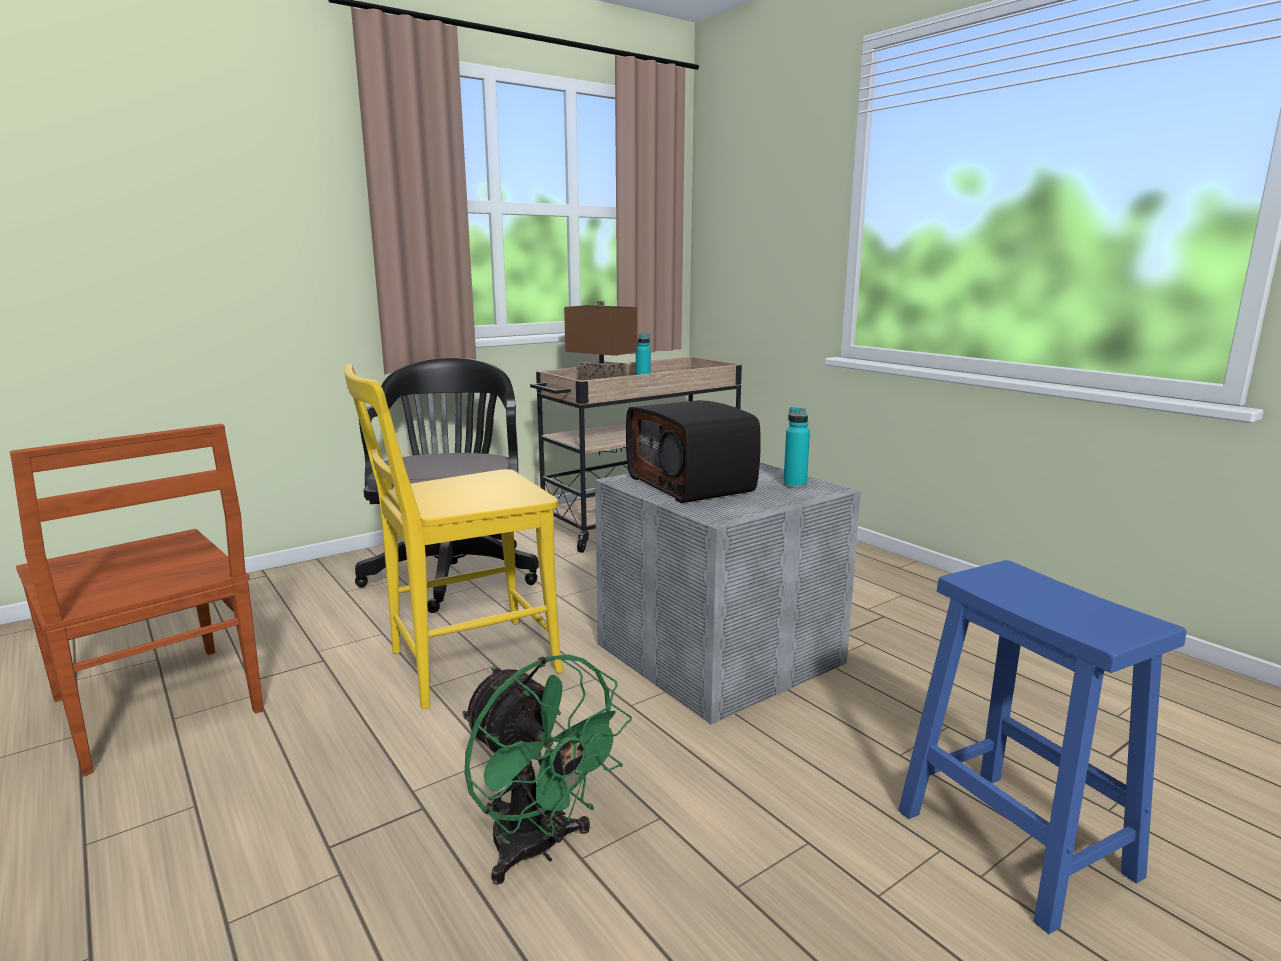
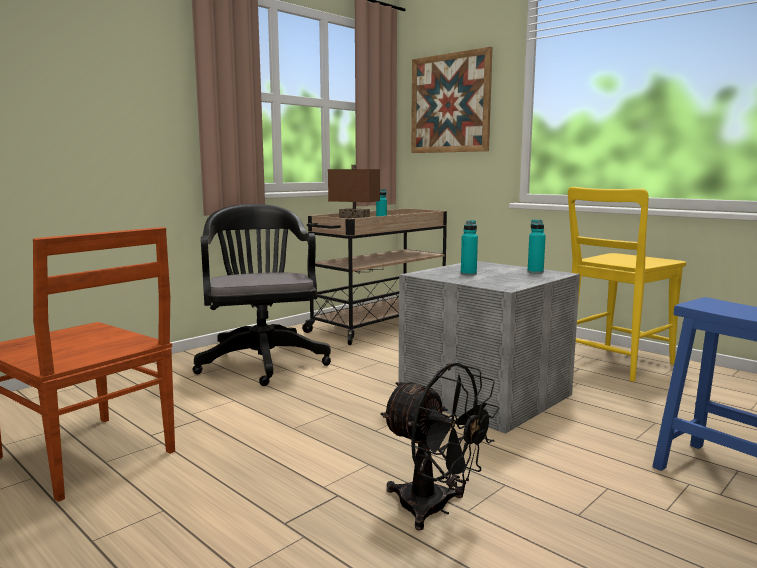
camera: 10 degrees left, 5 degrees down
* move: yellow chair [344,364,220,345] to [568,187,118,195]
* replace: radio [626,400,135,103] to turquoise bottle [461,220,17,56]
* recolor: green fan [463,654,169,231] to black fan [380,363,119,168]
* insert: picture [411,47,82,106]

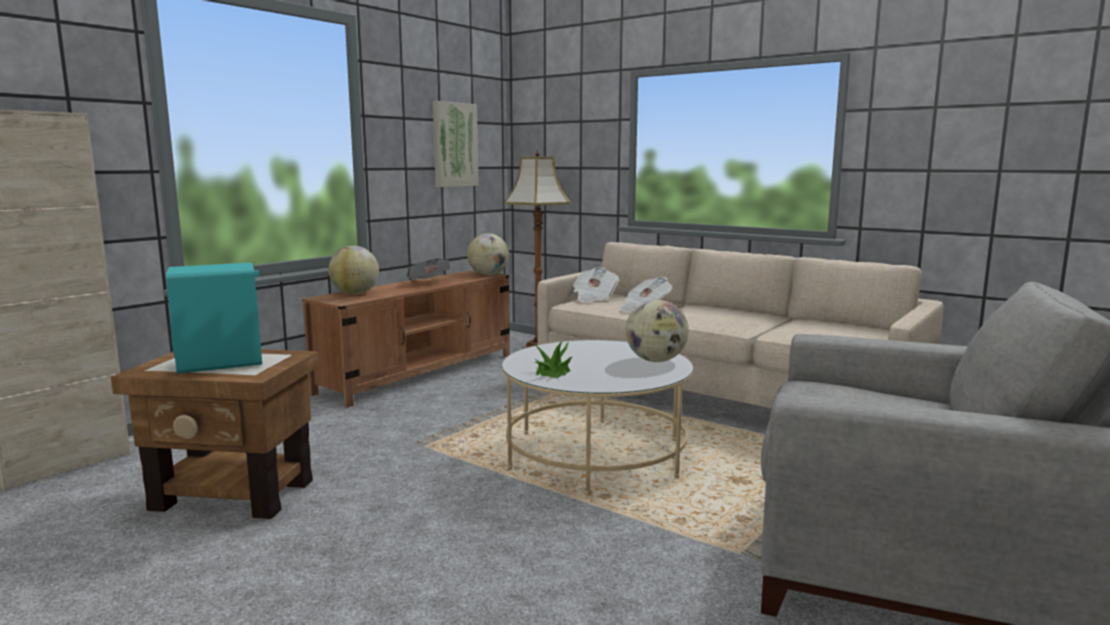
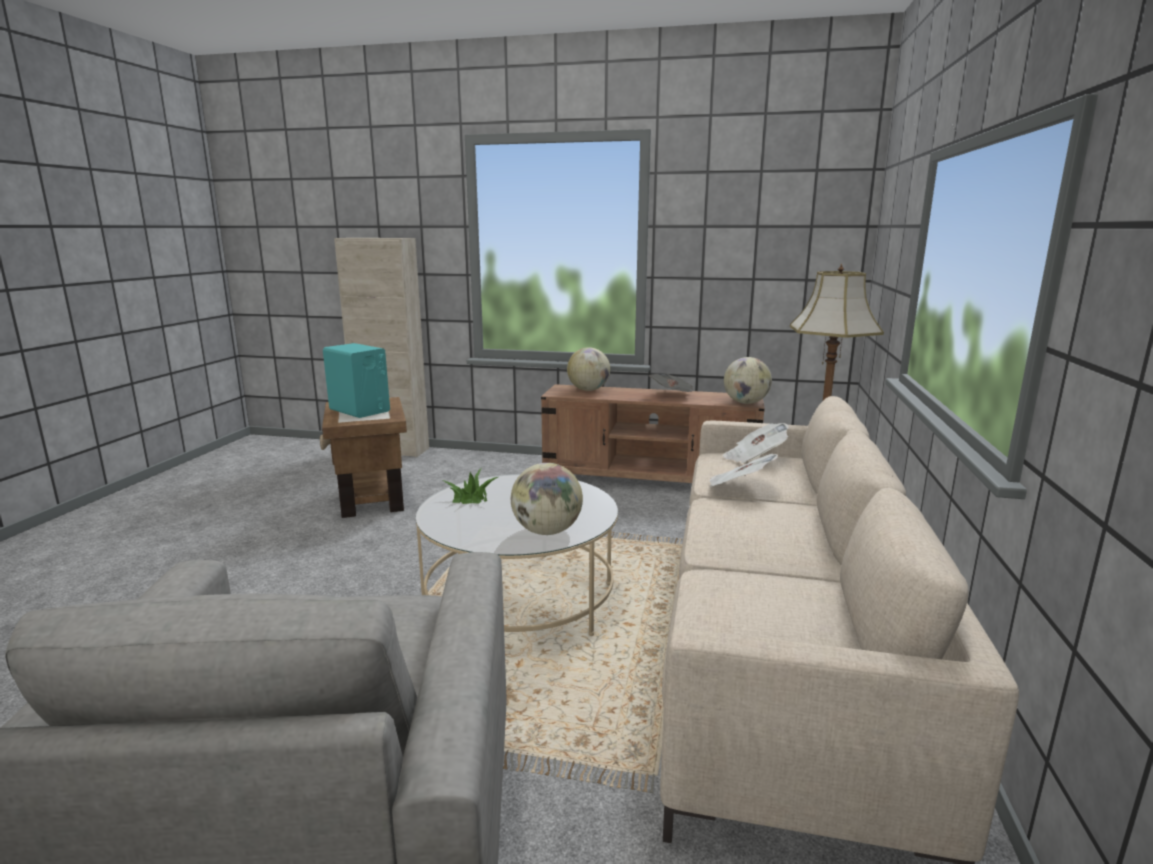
camera: 65 degrees right, 5 degrees up
* delete: picture [433,101,46,86]

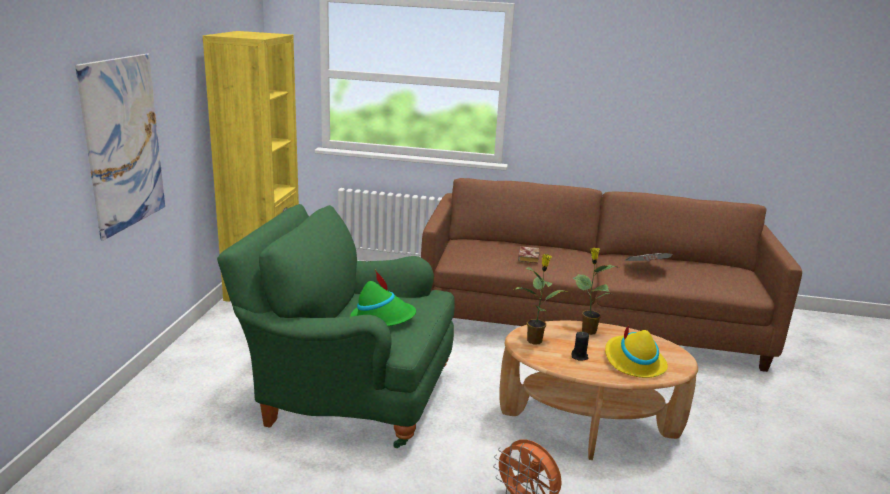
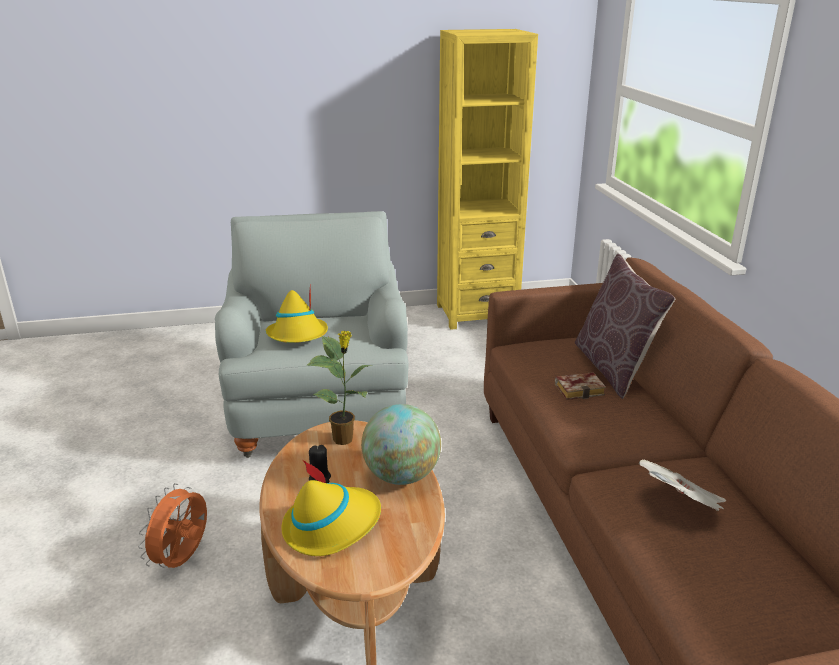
camera: 70 degrees right, 5 degrees up
* delete: picture [75,54,90,187]
* recolor: green armchair [217,204,238,244] to grey armchair [215,211,193,247]
* replace: potted plant [572,247,47,88] to globe [361,404,80,81]
* recolor: green hat [350,270,66,56] to yellow hat [266,287,62,56]
* insert: brown pillow [575,254,100,145]

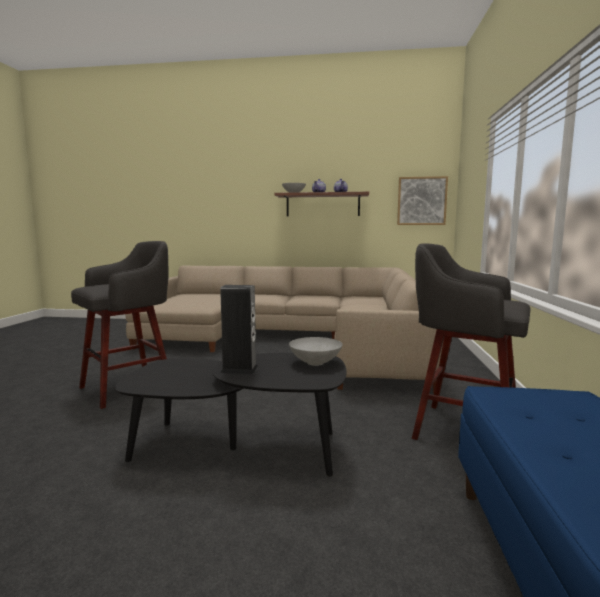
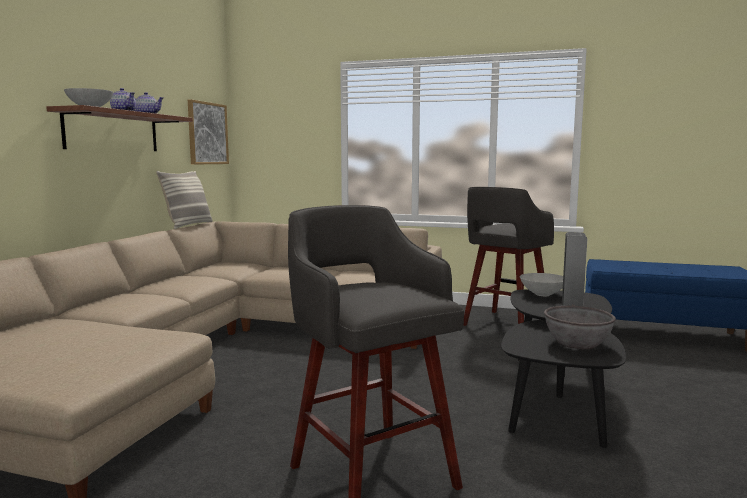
camera: 80 degrees left, 0 degrees up
* insert: pillow [156,171,57,58]
* insert: grey bowl [544,306,72,43]

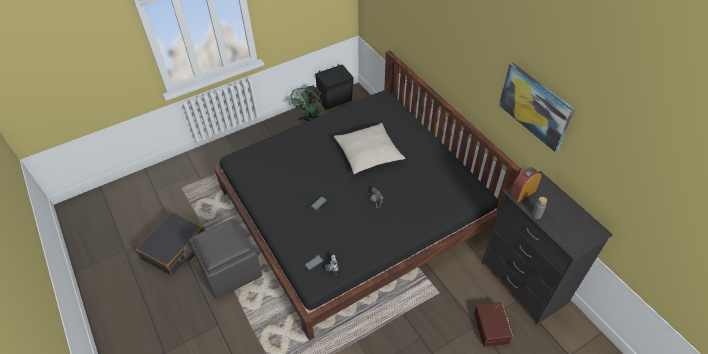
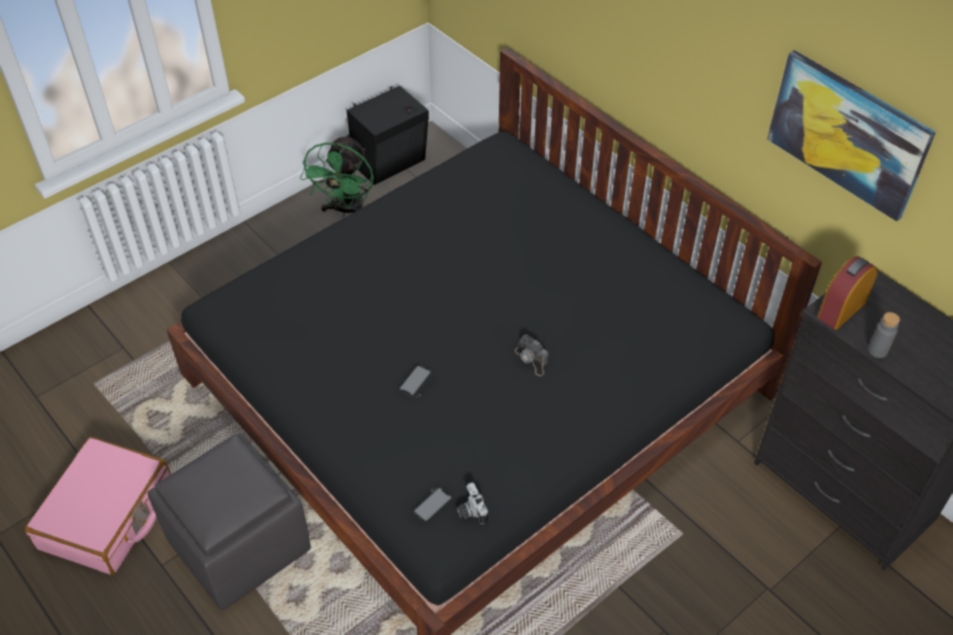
camera: 10 degrees left, 0 degrees up
* delete: beige pillow [334,123,71,51]
* recolor: black suitcase [136,211,69,65] to pink suitcase [24,437,147,138]
* delete: brown storage box [474,302,39,45]

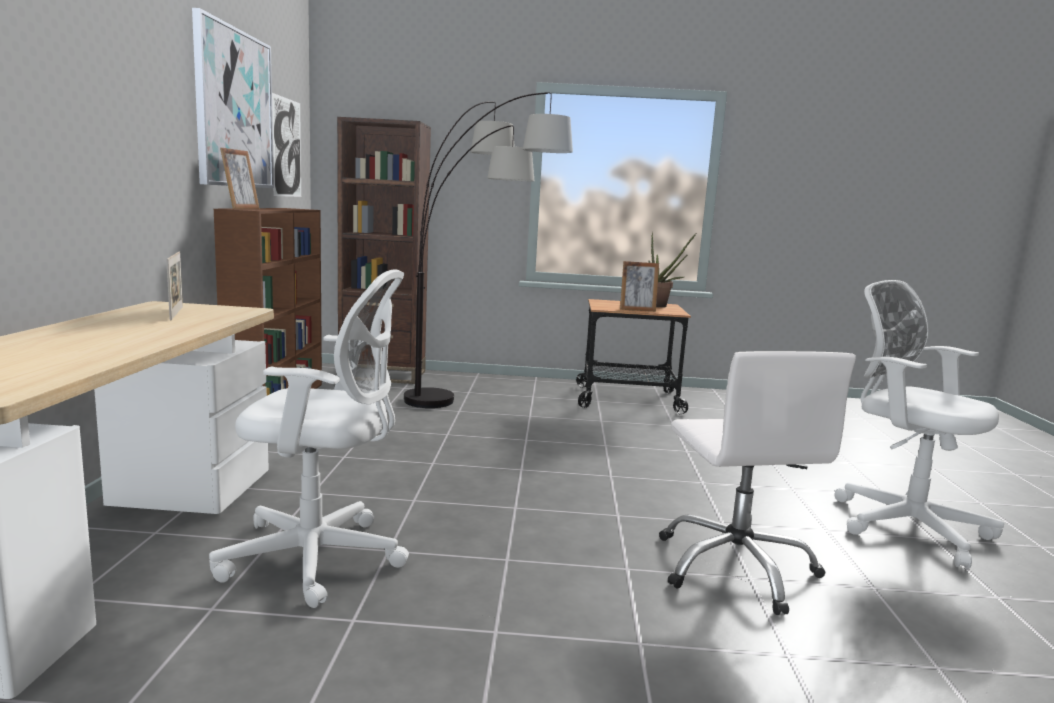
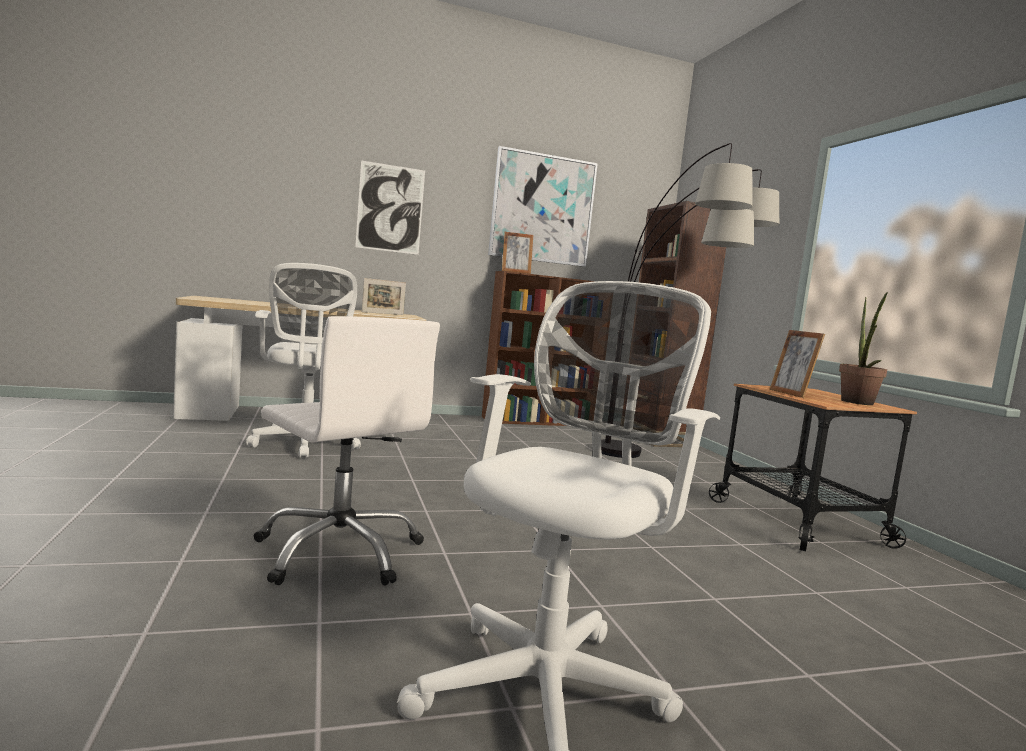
camera: 70 degrees right, 5 degrees down
* move: picture [272,93,29,104] to [355,160,70,95]
* rotate: white office chair [659,351,197,264] = [254,316,186,270] 105 degrees counterclockwise

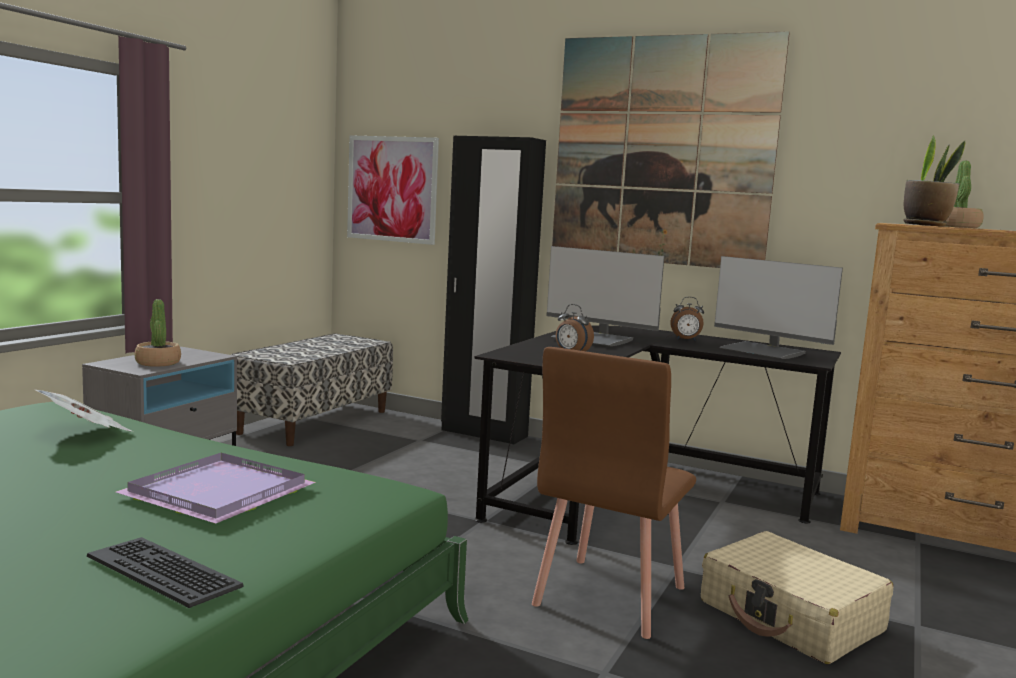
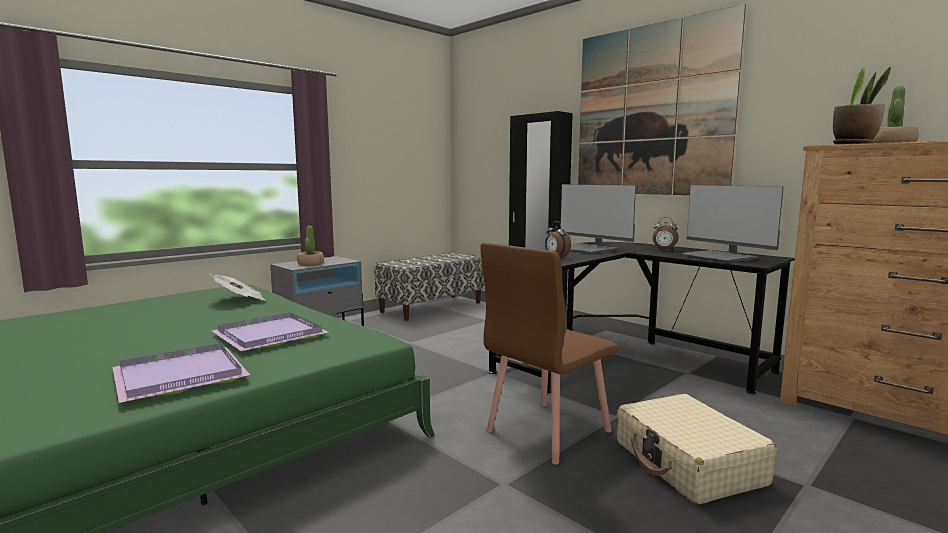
camera: 20 degrees right, 0 degrees up
* delete: picture [347,135,92,110]
* replace: keyboard [87,537,157,71] to purple tray [113,343,137,60]

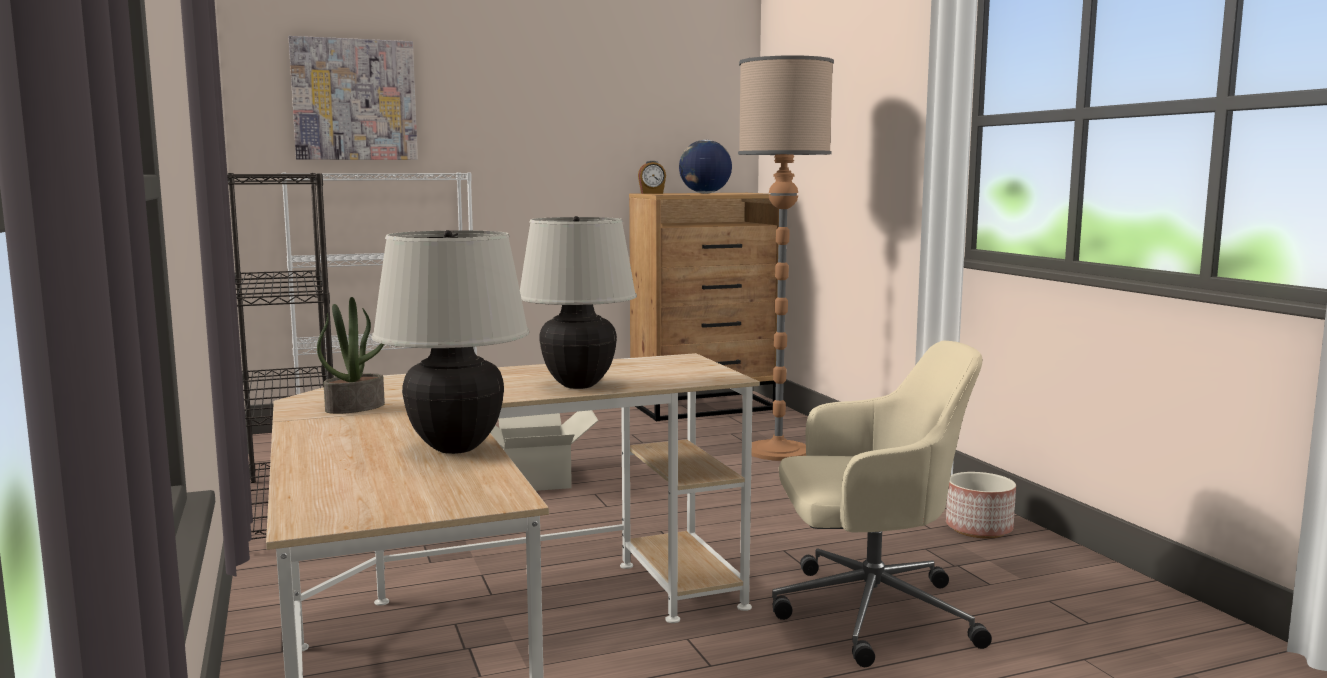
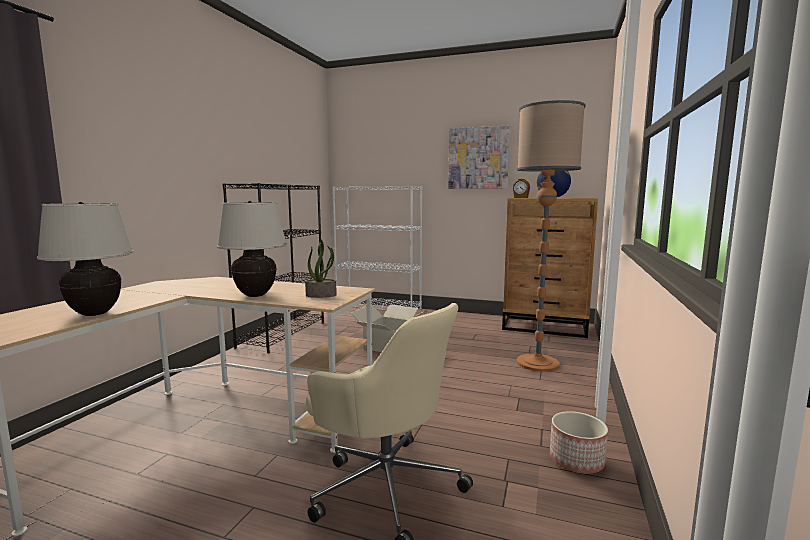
camera: 40 degrees right, 0 degrees up
* move: picture [289,36,129,124] to [448,126,62,63]
* move: potted plant [317,297,68,117] to [305,240,32,58]

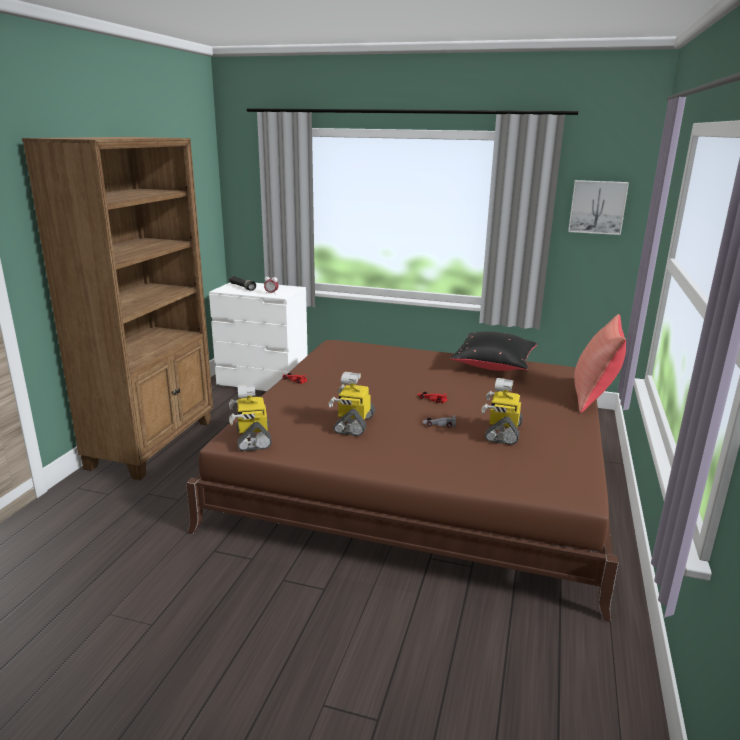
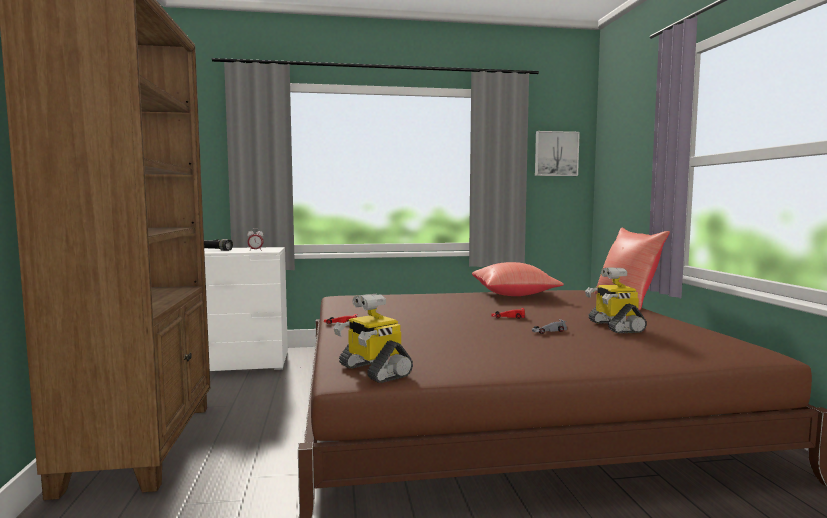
camera: 25 degrees left, 15 degrees down
* recolor: black pillow [450,331,87,40] to red pillow [472,262,92,34]
* delete: toy robot [328,372,47,64]

